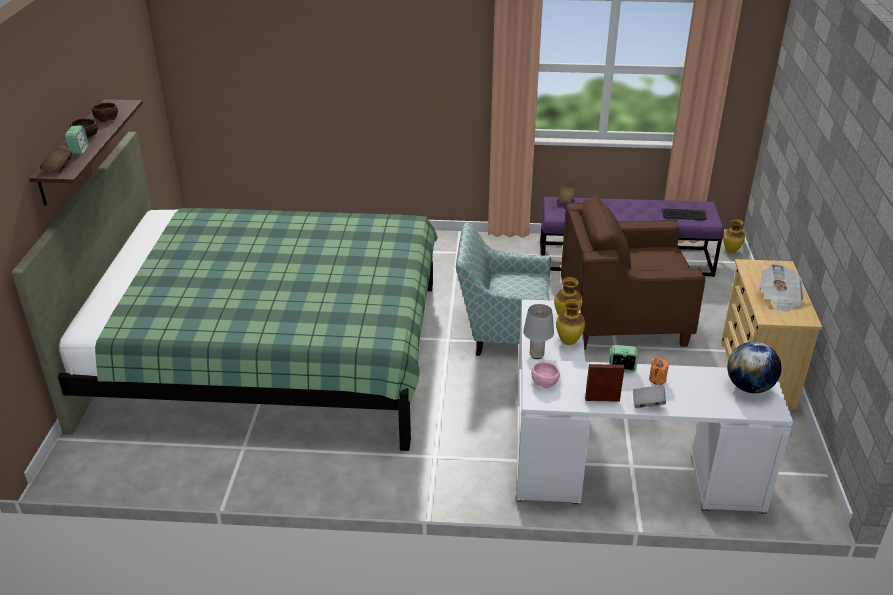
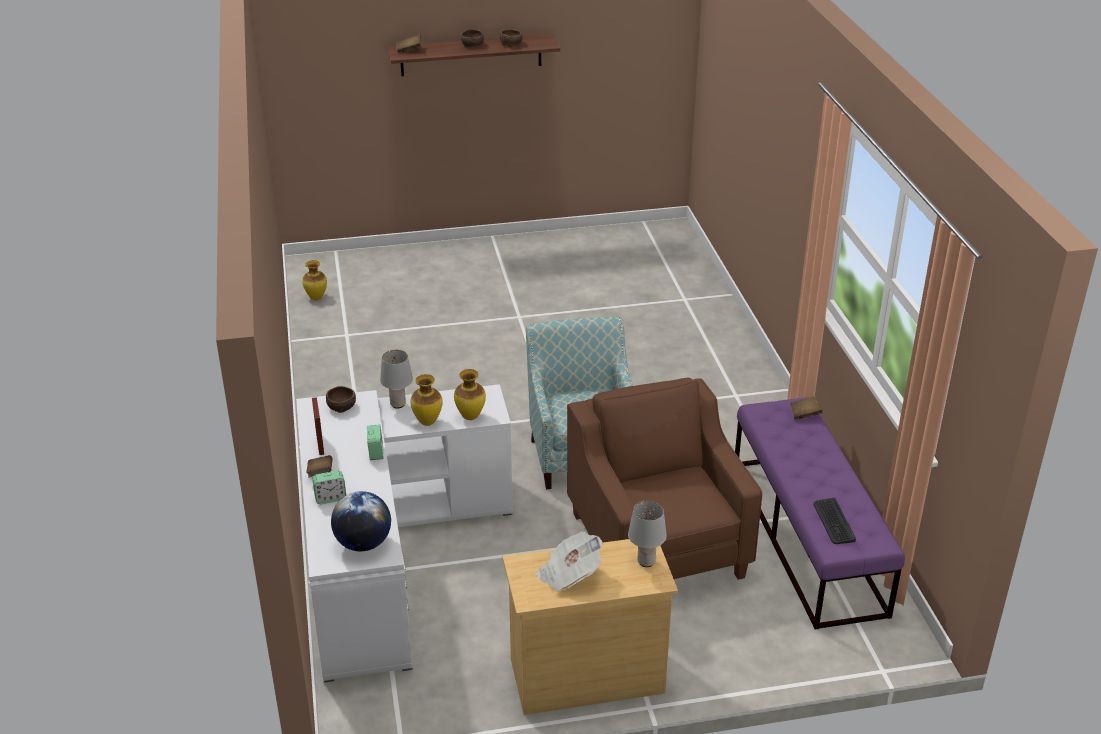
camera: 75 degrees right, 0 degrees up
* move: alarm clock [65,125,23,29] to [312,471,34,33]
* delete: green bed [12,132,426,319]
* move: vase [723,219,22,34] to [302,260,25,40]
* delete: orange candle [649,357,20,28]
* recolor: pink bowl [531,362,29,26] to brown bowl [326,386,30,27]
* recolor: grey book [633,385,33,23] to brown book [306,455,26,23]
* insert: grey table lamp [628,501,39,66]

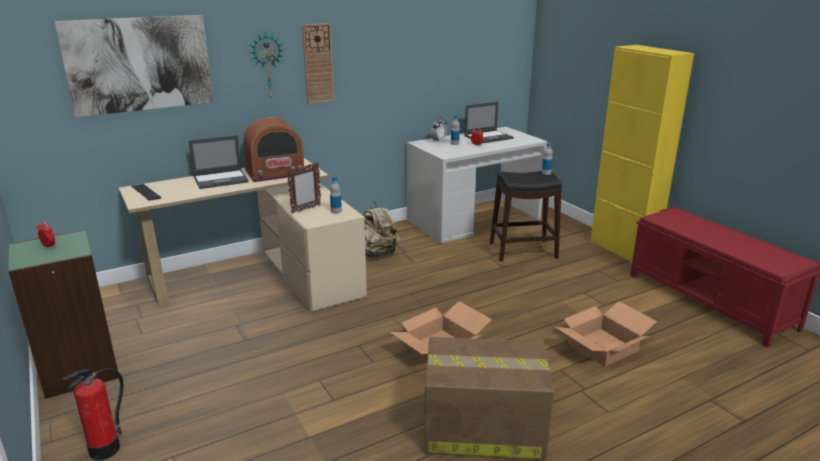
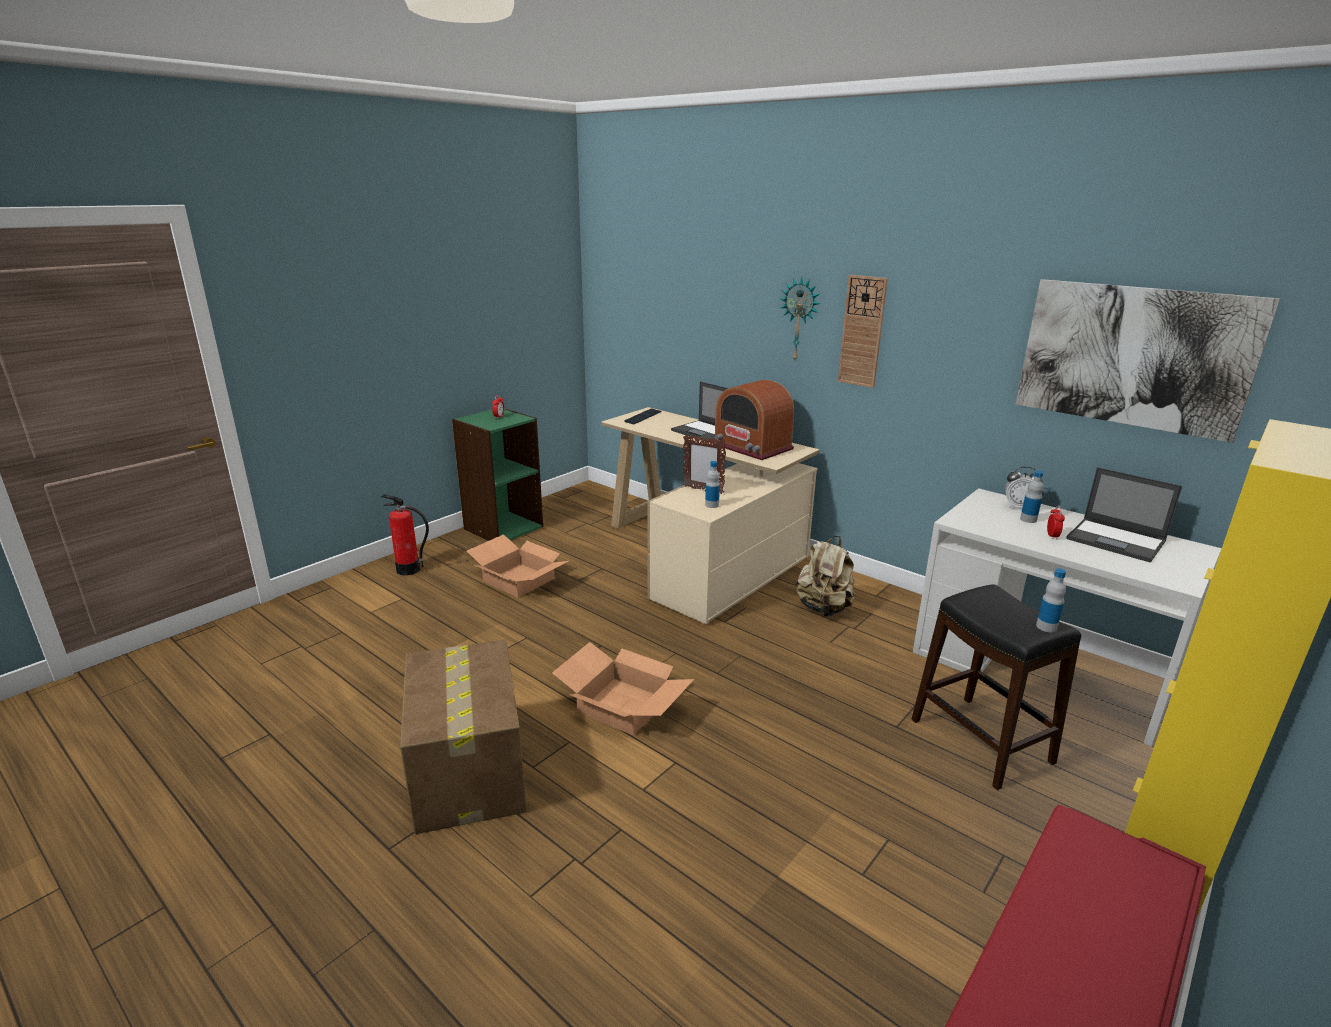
camera: 70 degrees right, 0 degrees up
* move: picture [54,15,160,102] to [1015,279,265,164]
* move: cardboard box [555,301,102,66] to [467,534,102,64]

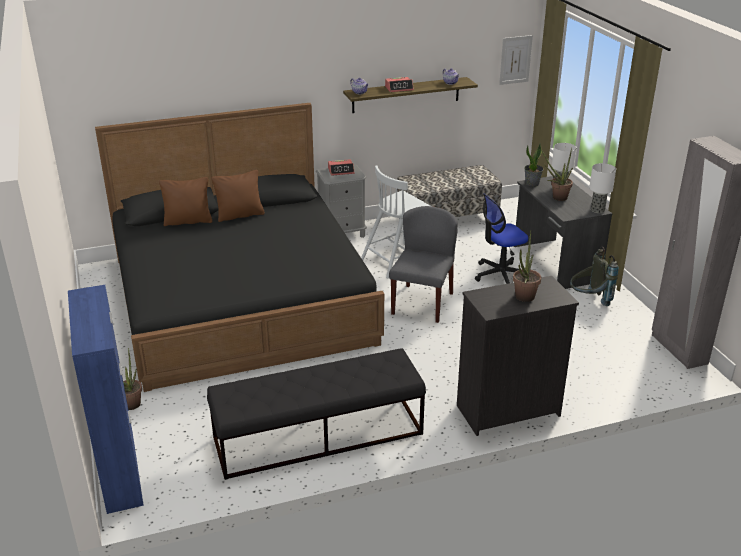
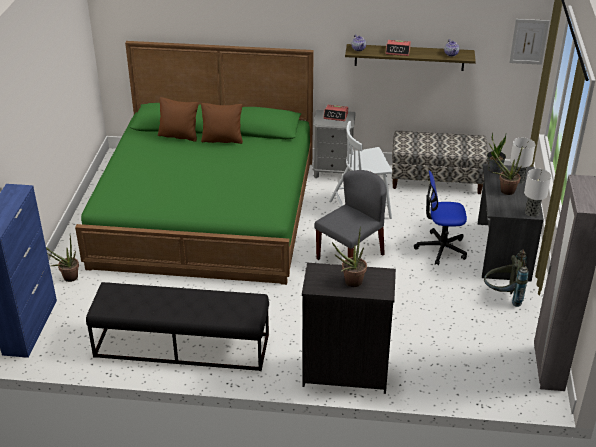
camera: 25 degrees right, 5 degrees up
* recolor: black bed [95,103,289,289] to green bed [75,41,239,244]

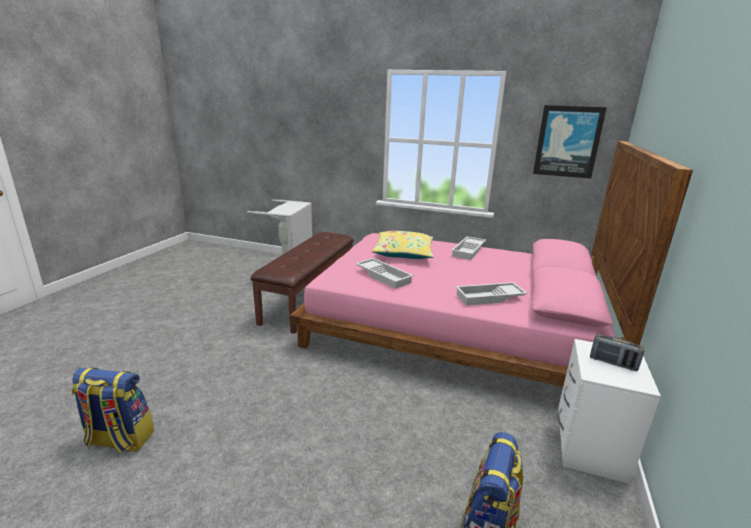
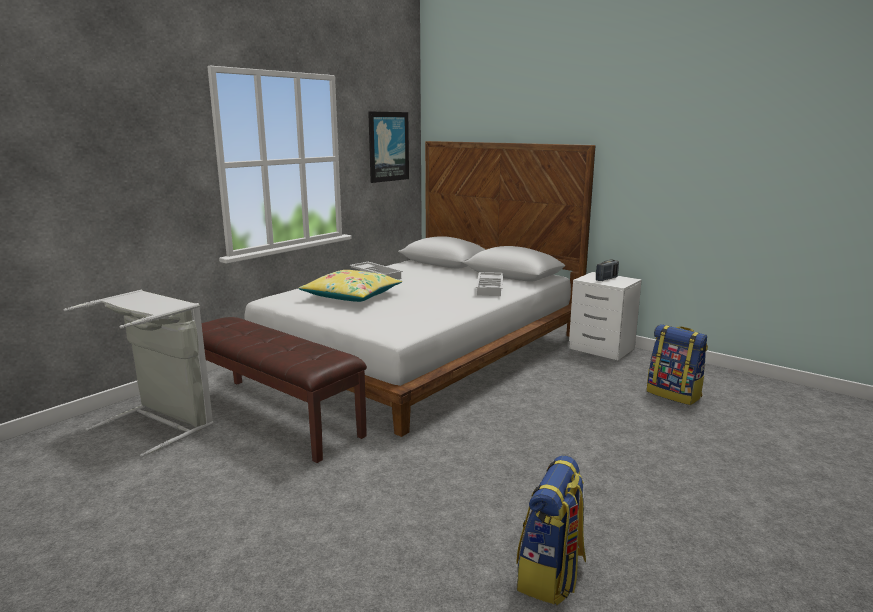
camera: 70 degrees left, 5 degrees down
* recolor: pink bed [290,141,403,246] to white bed [244,141,351,296]
* delete: white tray [356,258,58,31]

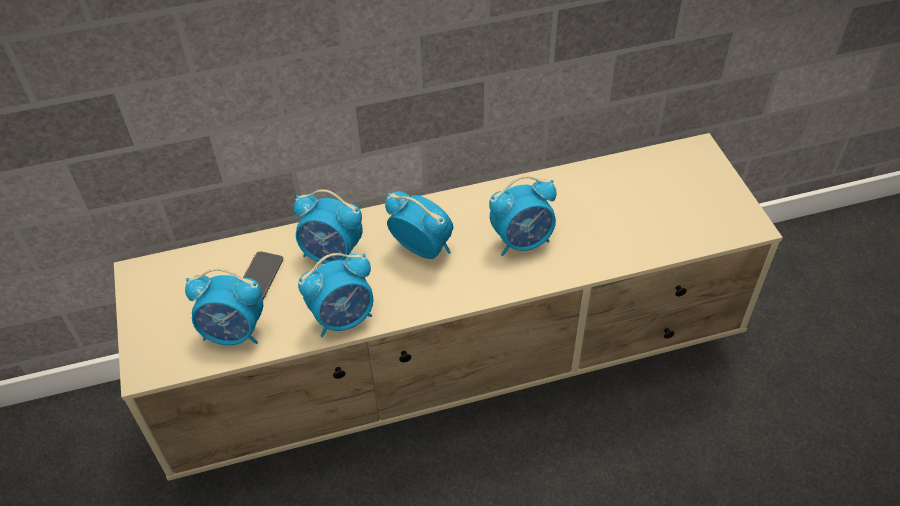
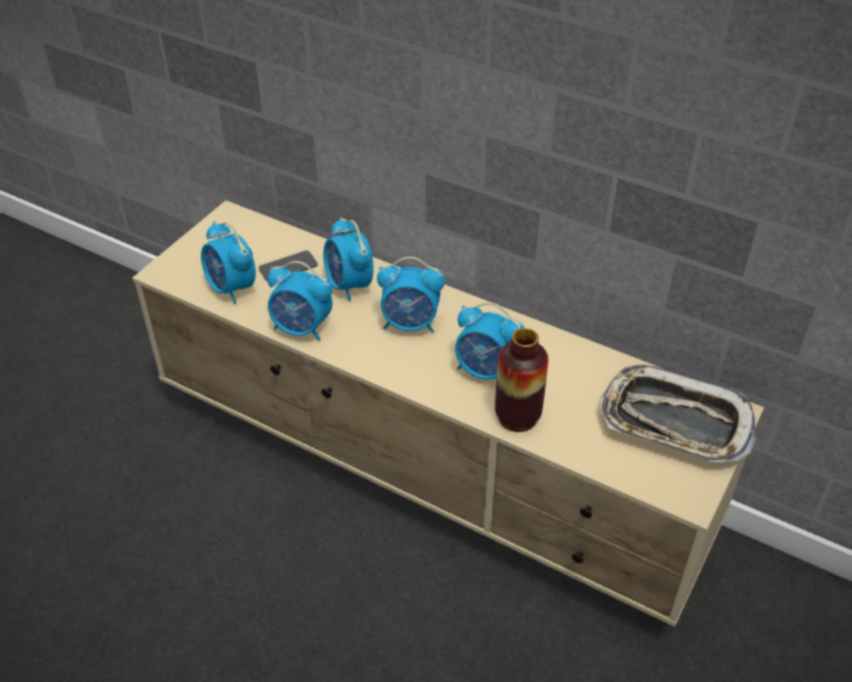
camera: 45 degrees right, 5 degrees down
* rotate: alarm clock [385,191,68,68] = [377,257,68,76] 105 degrees clockwise
* insert: vase [495,328,53,104]
* insert: tray [600,365,156,97]

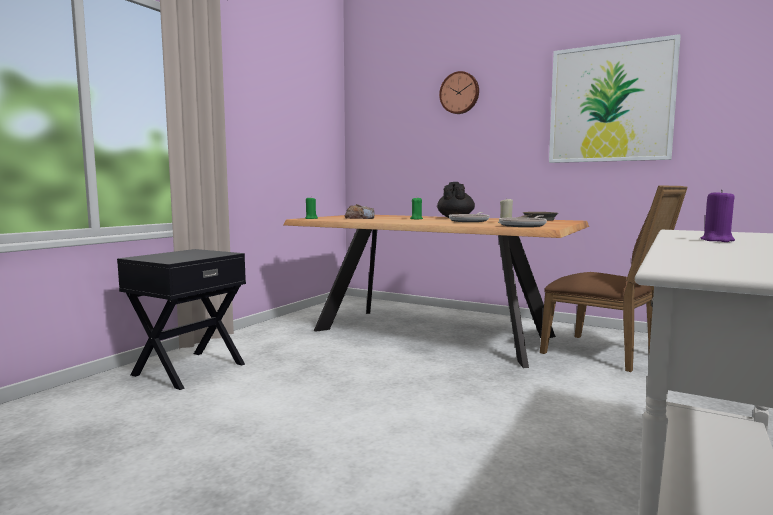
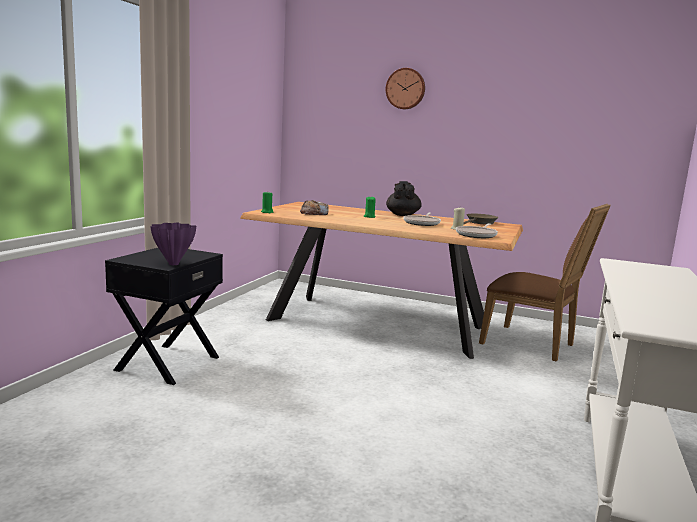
camera: 10 degrees left, 5 degrees up
* delete: picture [549,34,132,129]
* delete: purple candle [701,190,34,52]
* insert: purple vase [150,223,46,42]

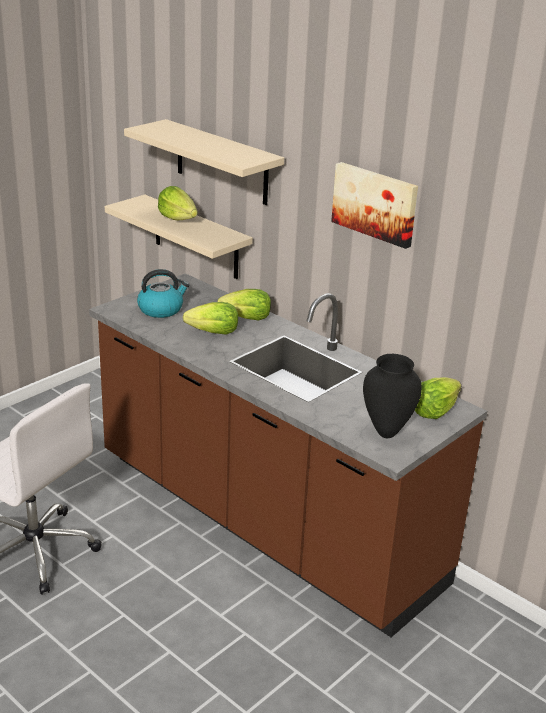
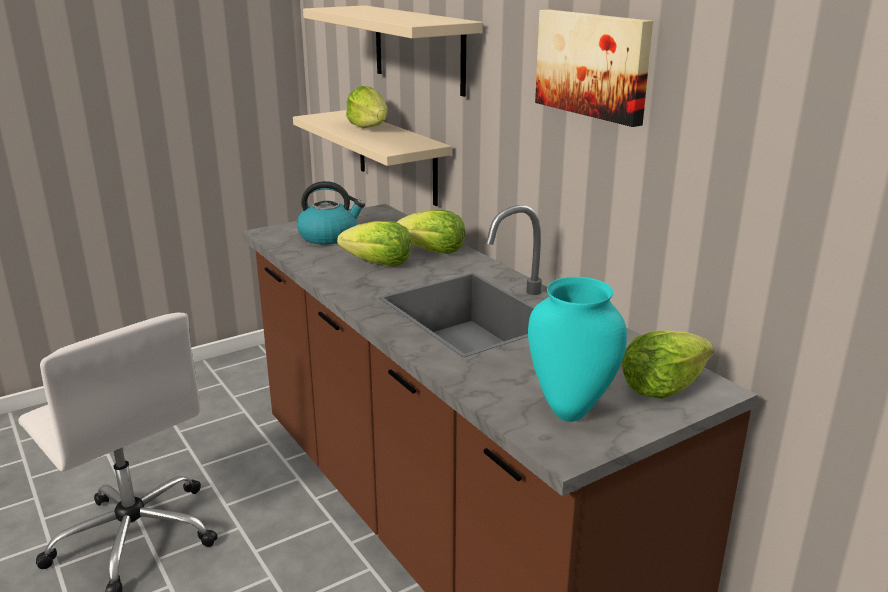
camera: 15 degrees right, 5 degrees down
* recolor: black vase [363,354,59,84] to turquoise vase [528,277,99,145]

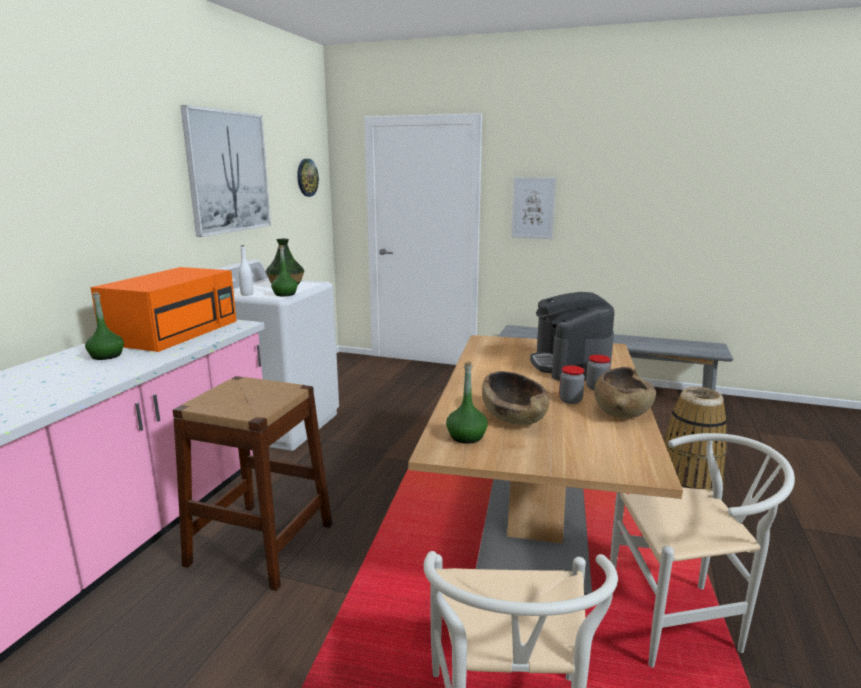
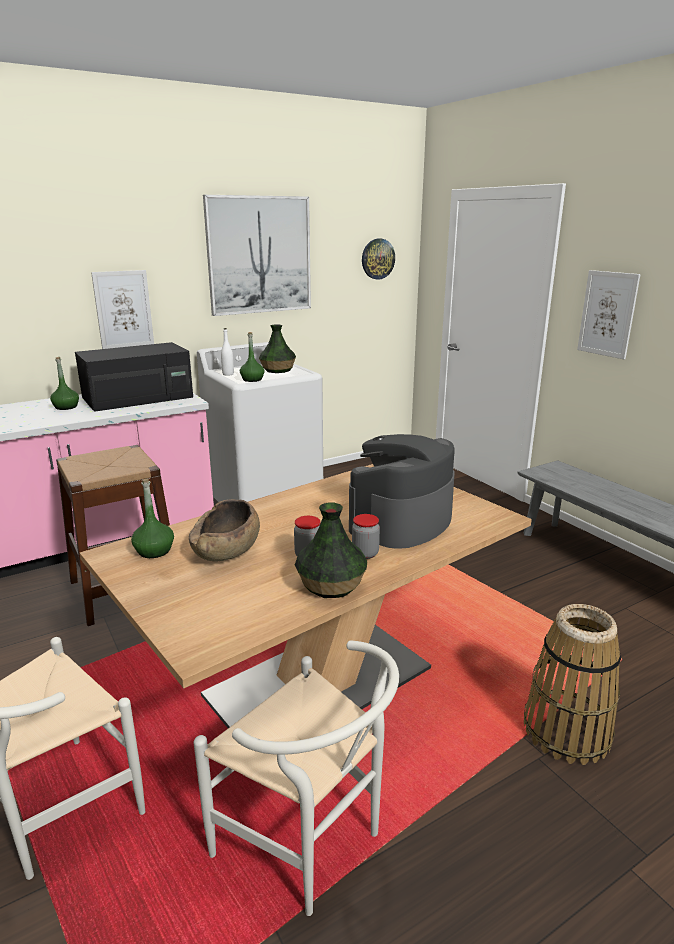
camera: 40 degrees right, 5 degrees up
* recolor: orange microwave [90,267,146,85] to black microwave [75,342,118,70]
* replace: brown bowl [594,367,62,51] to vase [295,503,72,95]
* insert: picture [91,270,63,79]

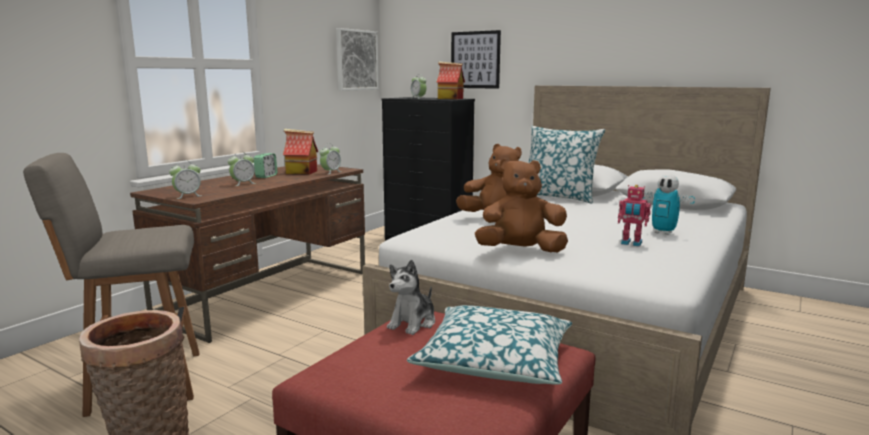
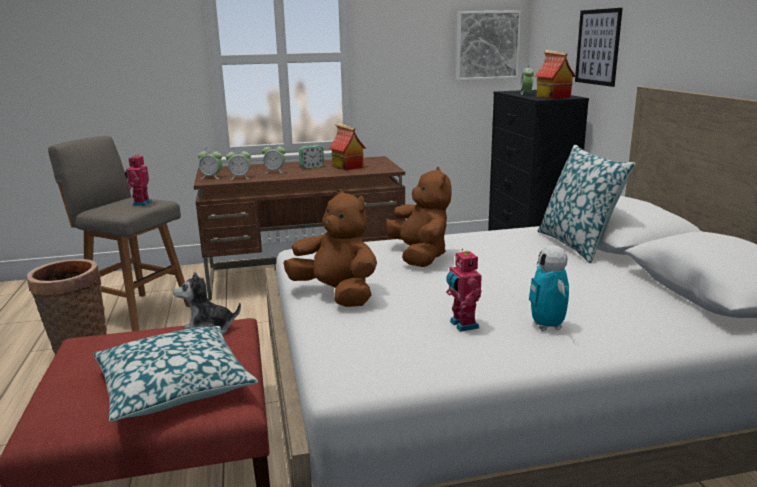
camera: 45 degrees right, 5 degrees up
* move: alarm clock [320,144,21,31] to [226,147,25,33]
* insert: toy robot [125,154,27,52]

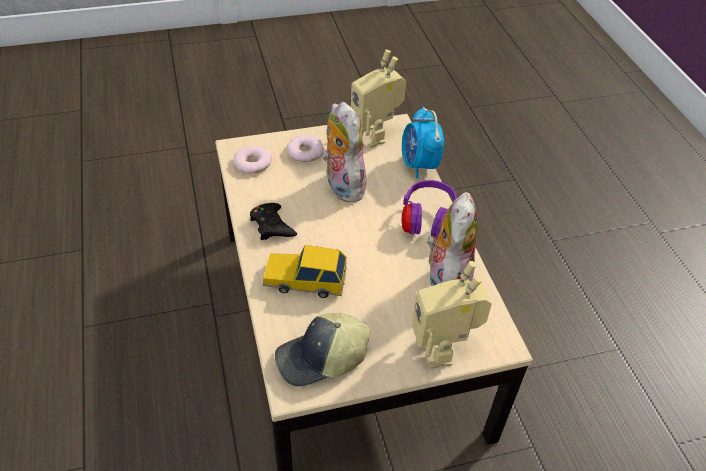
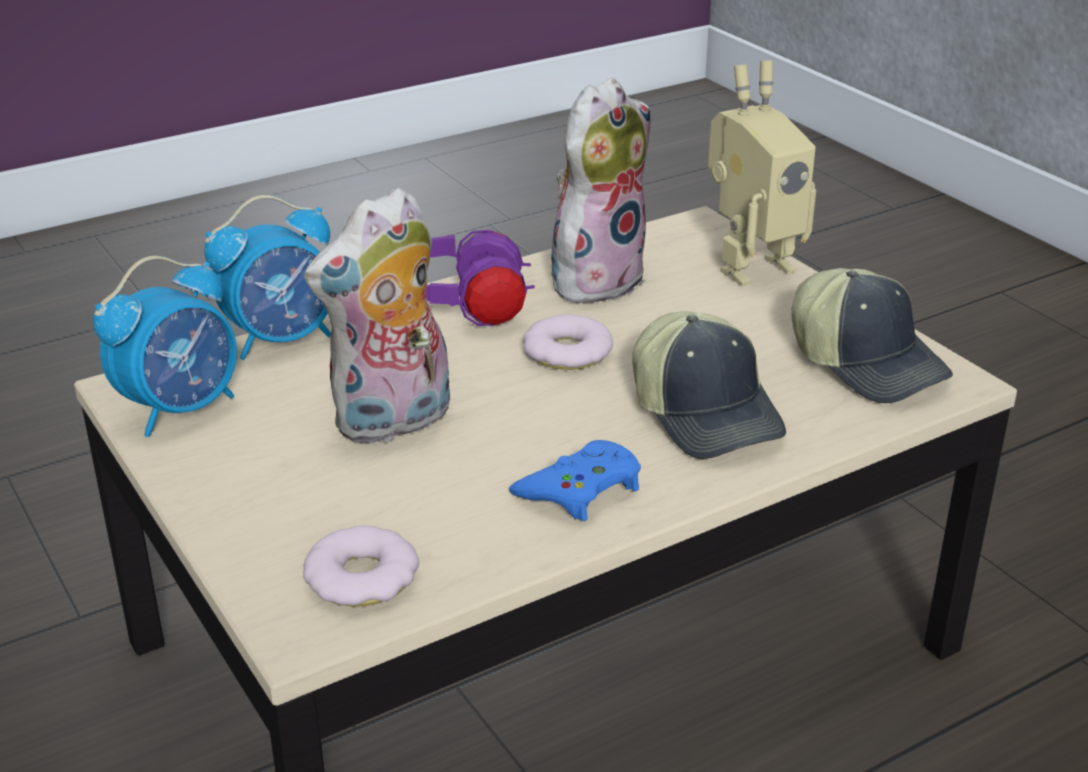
camera: 105 degrees left, 15 degrees down
* replace: toy robot [351,50,55,98] to alarm clock [93,256,144,181]
* move: donut [287,135,37,27] to [523,314,90,56]
* rotate: plush toy [427,192,51,94] = [551,78,100,225] 135 degrees clockwise
* recolor: black game controller [250,203,47,37] to blue game controller [509,440,132,81]
* replace: toy car [263,245,84,53] to cap [632,311,154,148]

